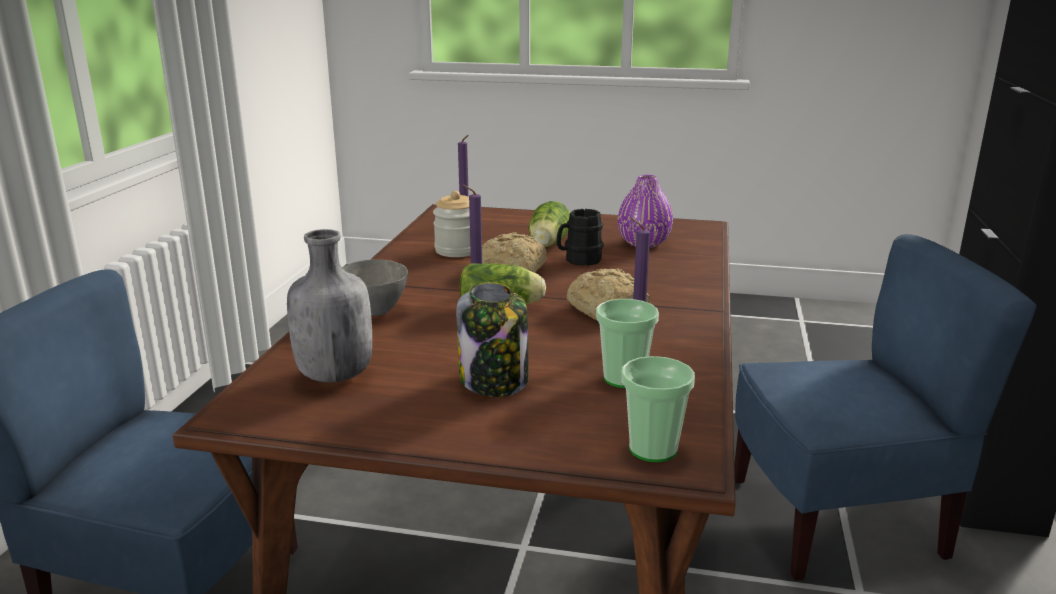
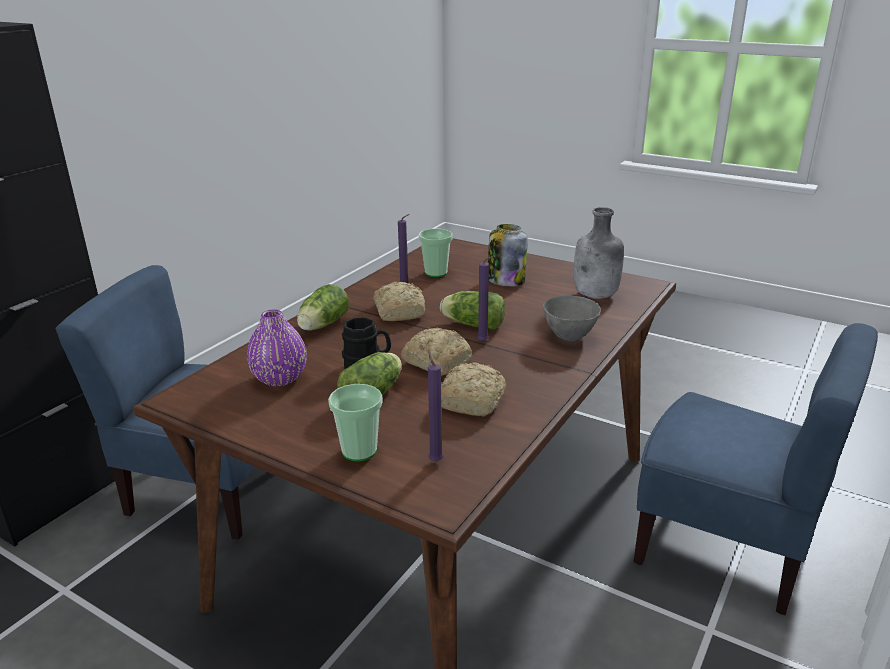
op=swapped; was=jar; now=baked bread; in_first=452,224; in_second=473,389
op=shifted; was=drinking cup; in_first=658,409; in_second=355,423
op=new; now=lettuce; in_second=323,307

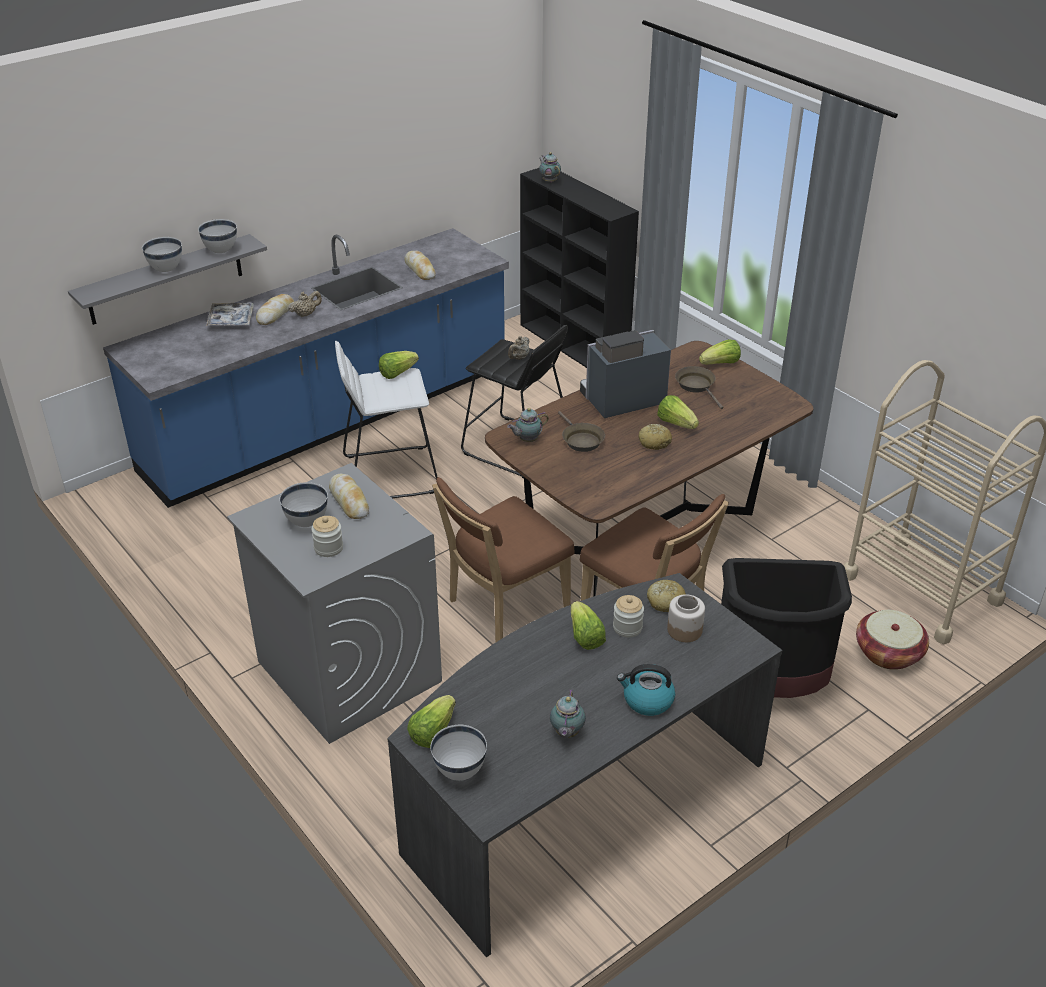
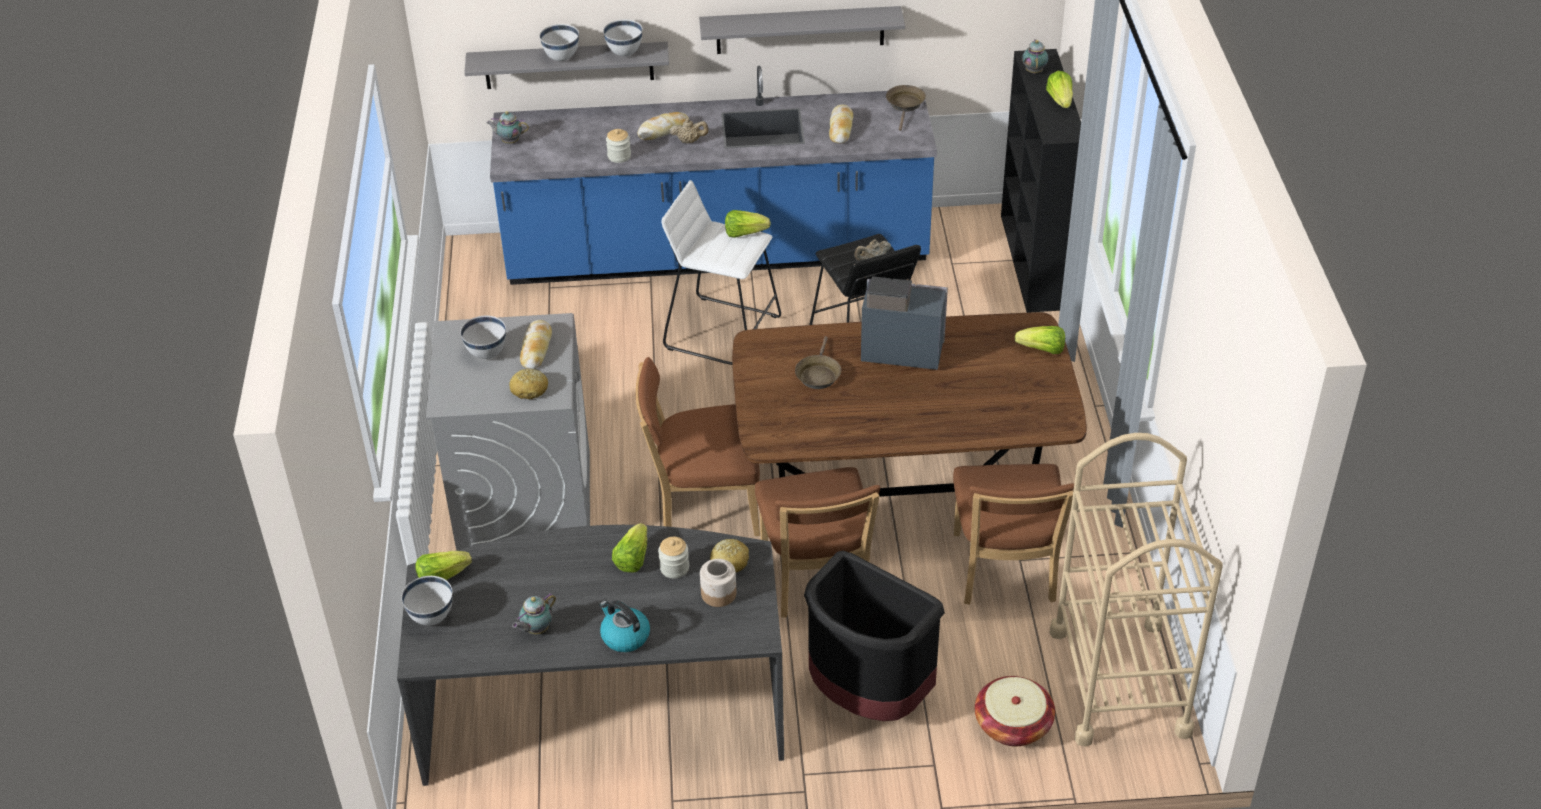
op=gone; was=serving tray; in_first=230,314
op=shifted; was=jar; in_first=327,536; in_second=618,146
op=shifted; was=teapot; in_first=528,425; in_second=508,127
op=shifted; was=baked bread; in_first=655,437; in_second=528,384
op=shifted; was=lettuce; in_first=678,412; in_second=1059,89
op=shifted; was=frying pan (brown); in_first=699,387; in_second=906,108
op=new; now=bracket shelf (grey); in_second=802,30
op=new; now=plain chair (brown); in_second=1013,534

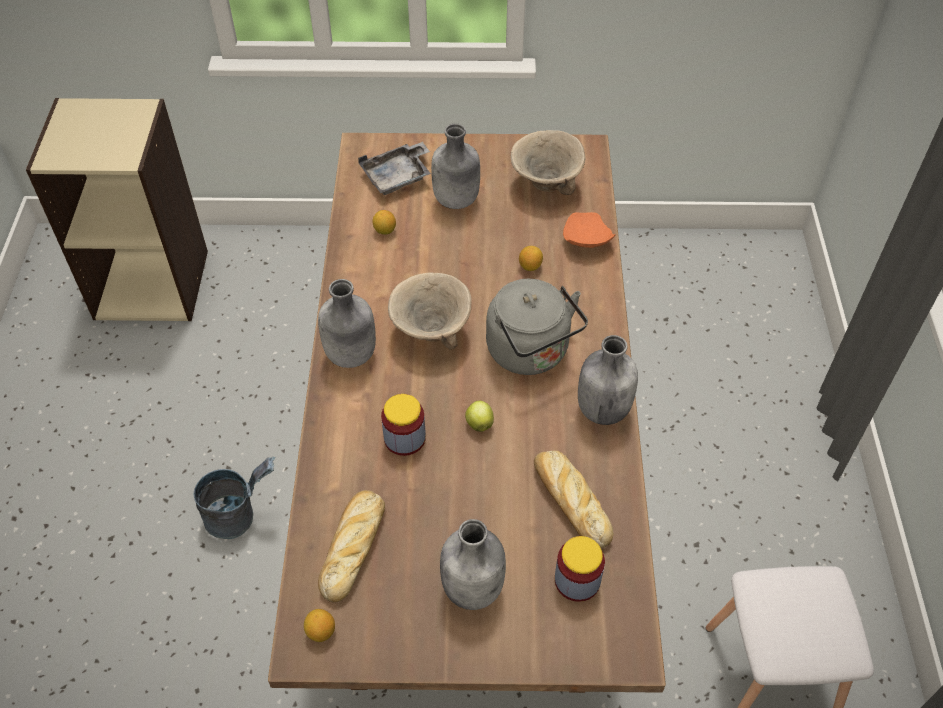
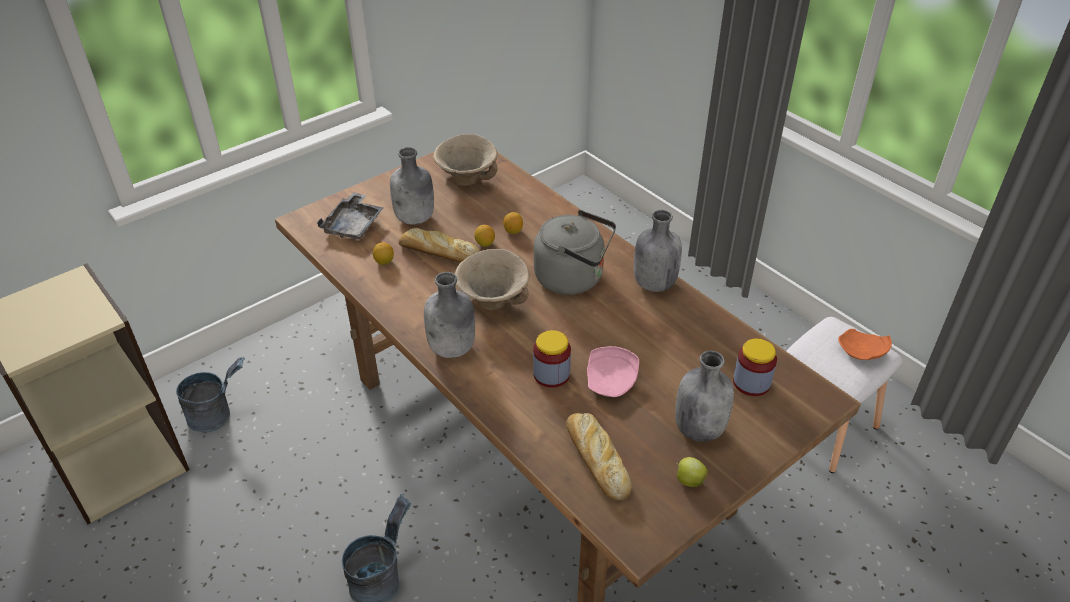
op=shifted; was=citrus fruit; in_first=319,625; in_second=484,236
op=shifted; was=whole apple; in_first=479,416; in_second=692,472
op=shifted; was=baked bread; in_first=573,499; in_second=439,245
op=shifted; was=plate (orange-coloured); in_first=589,230; in_second=865,344
op=new; now=pail (grey); in_second=210,395
op=new; now=plate (pinkish); in_second=613,371

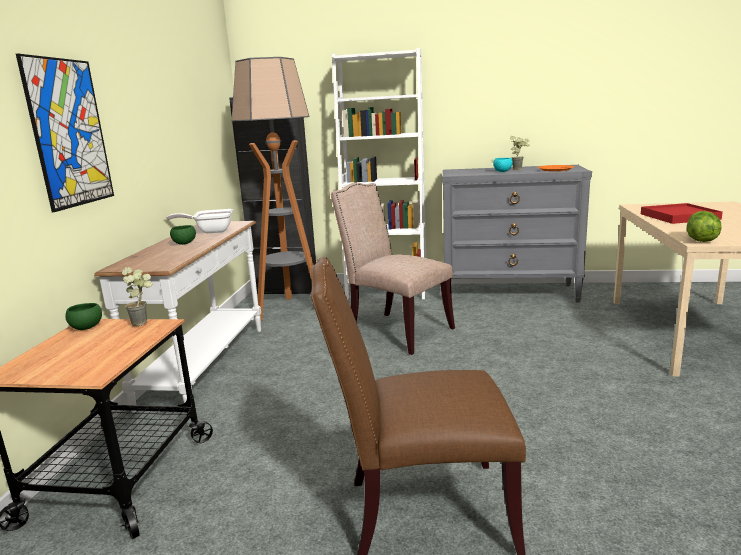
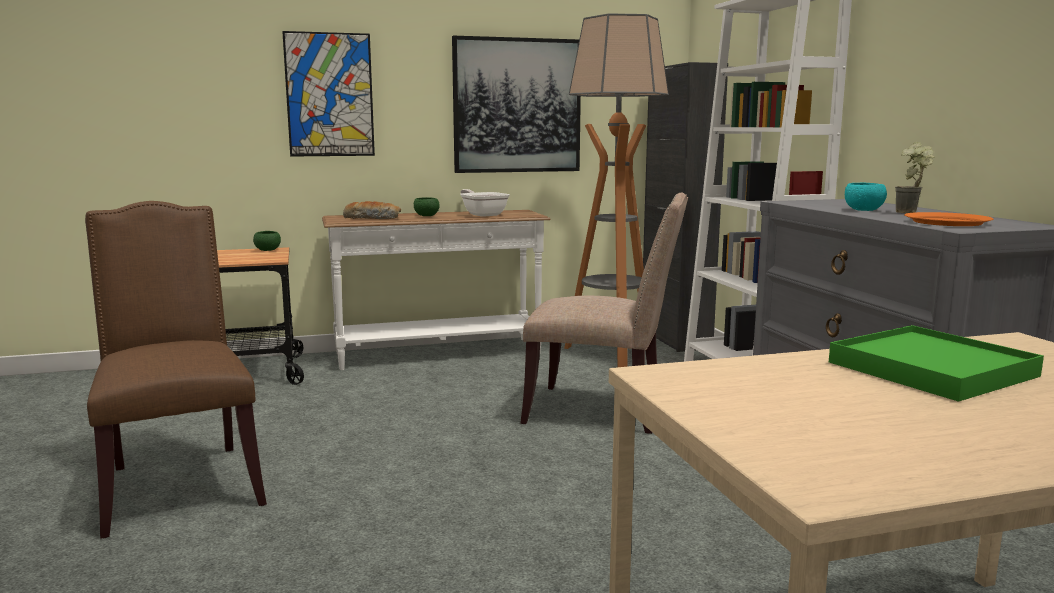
op=gone; was=houseplant; in_first=137,296
op=rotated; was=plain chair (sand-coloured); in_first=393,269; in_second=604,313; clockwise=90
op=repainted; was=serving tray (red); now=serving tray (green-coloured); in_first=682,213; in_second=936,363
op=gone; was=lettuce; in_first=704,226
op=new; now=baked bread; in_second=372,210
op=new; now=wall picture; in_second=516,104

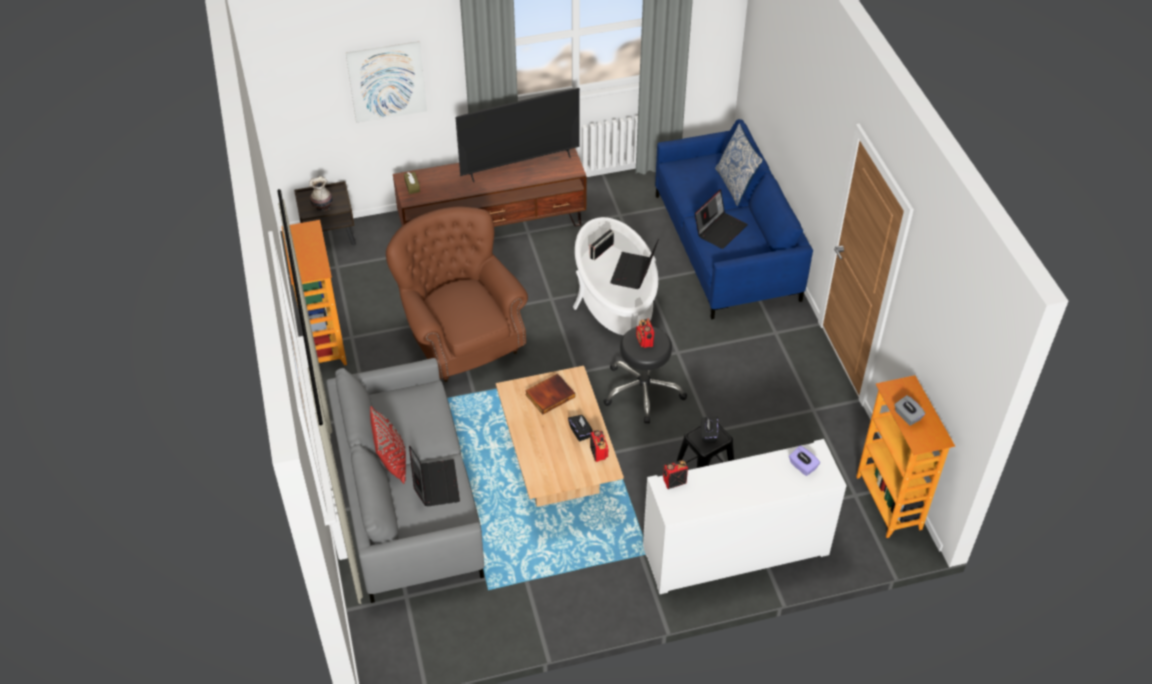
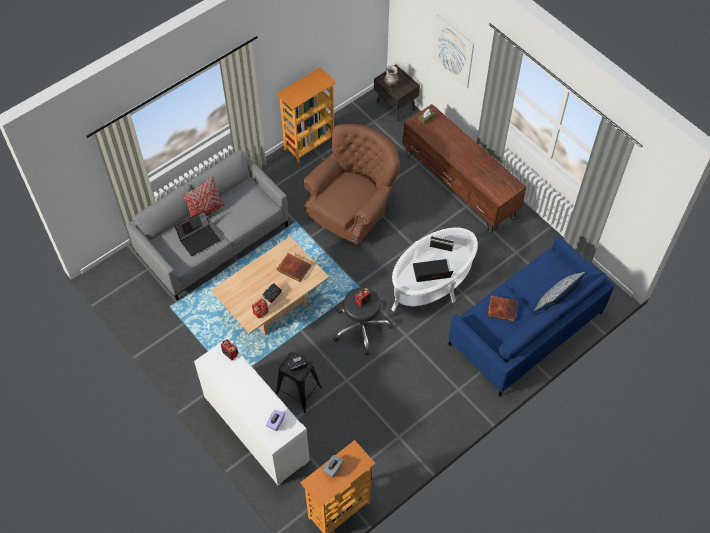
op=gone; was=TV set; in_first=518,135
op=swapped; was=laptop; now=book; in_first=721,219; in_second=502,308

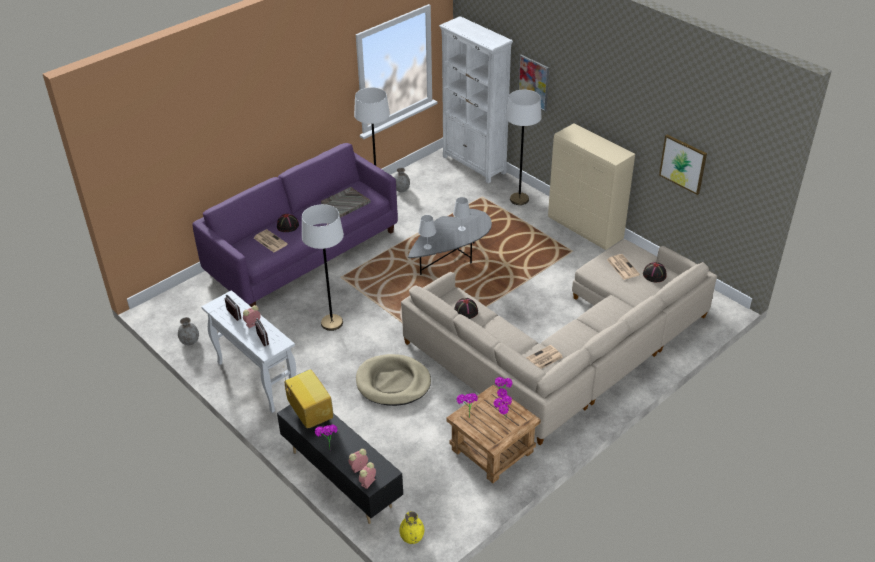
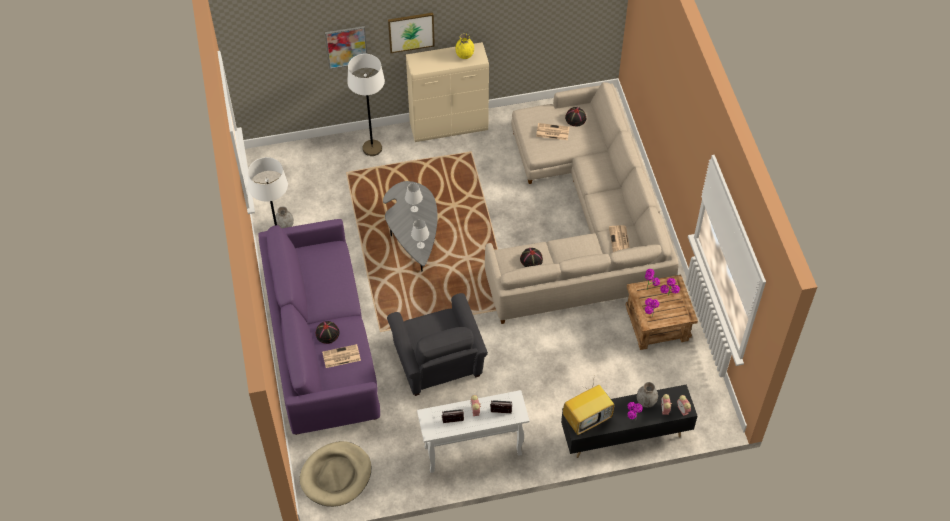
op=shifted; was=decorative vase (grey); in_first=188,331; in_second=647,395
op=rotated; was=TV set; in_first=308,399; in_second=588,404; clockwise=150
op=swapped; was=standing lamp (white); now=easy chair (grey); in_first=323,267; in_second=437,344
op=gone; was=serving tray (grey); in_first=346,202
op=shifted; was=dog cushion (sand-coloured); in_first=393,380; in_second=335,474
op=shifted; was=decorative vase (yellowish); in_first=411,527; in_second=464,46
op=gone; was=bookshelf (white); in_first=476,99
op=shifted; was=wall picture; in_first=683,165; in_second=411,33

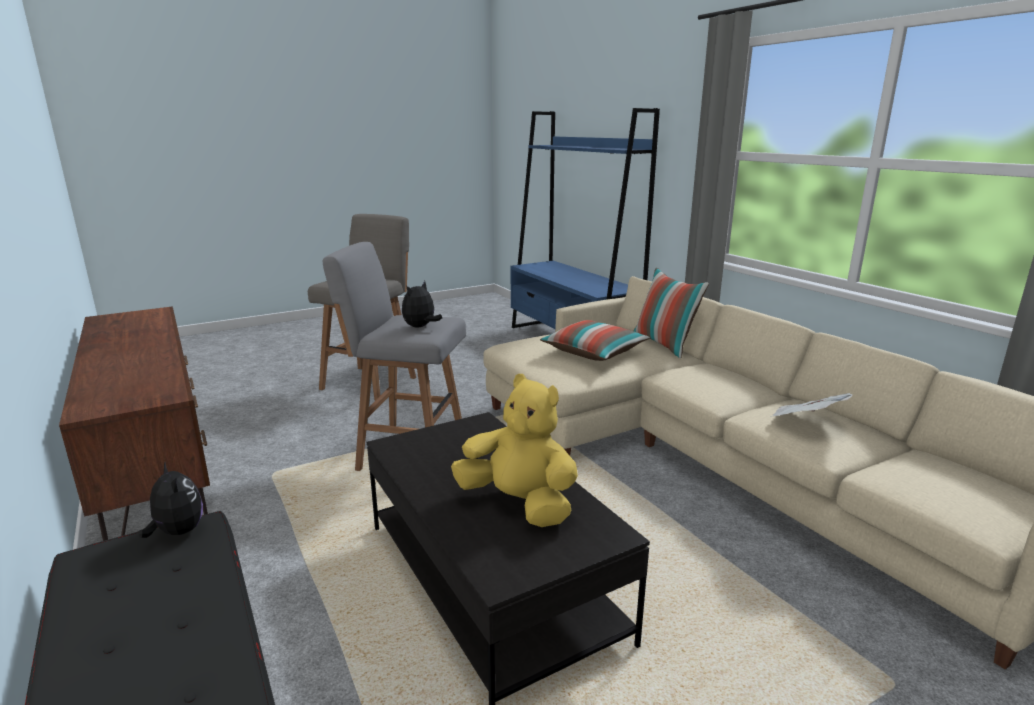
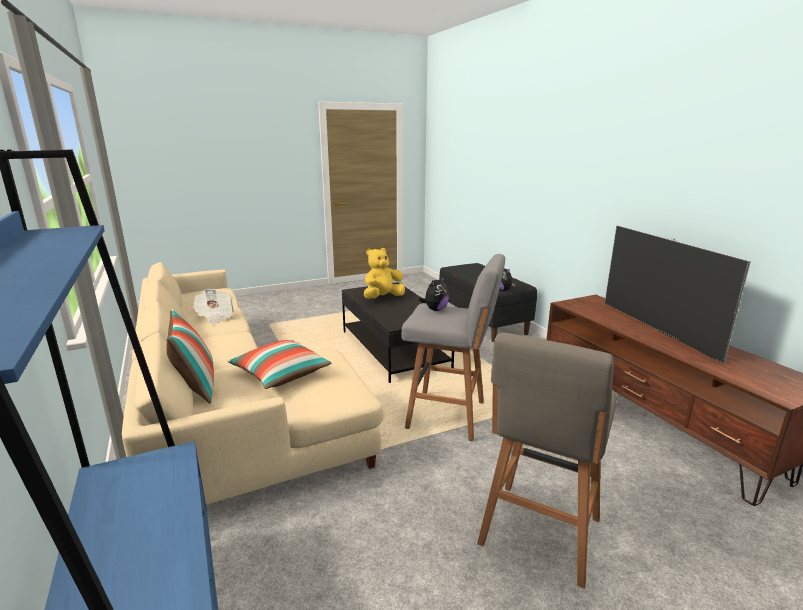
op=rotated; was=plush toy (yellowish); in_first=514,450; in_second=384,273; clockwise=105
op=new; now=TV set; in_second=678,294

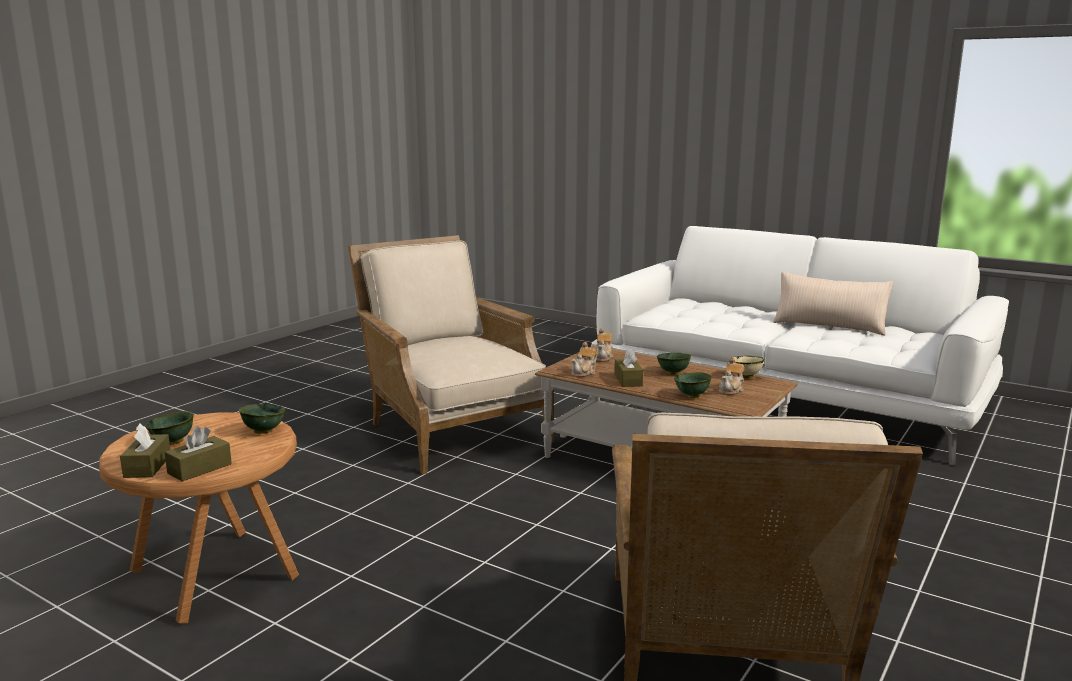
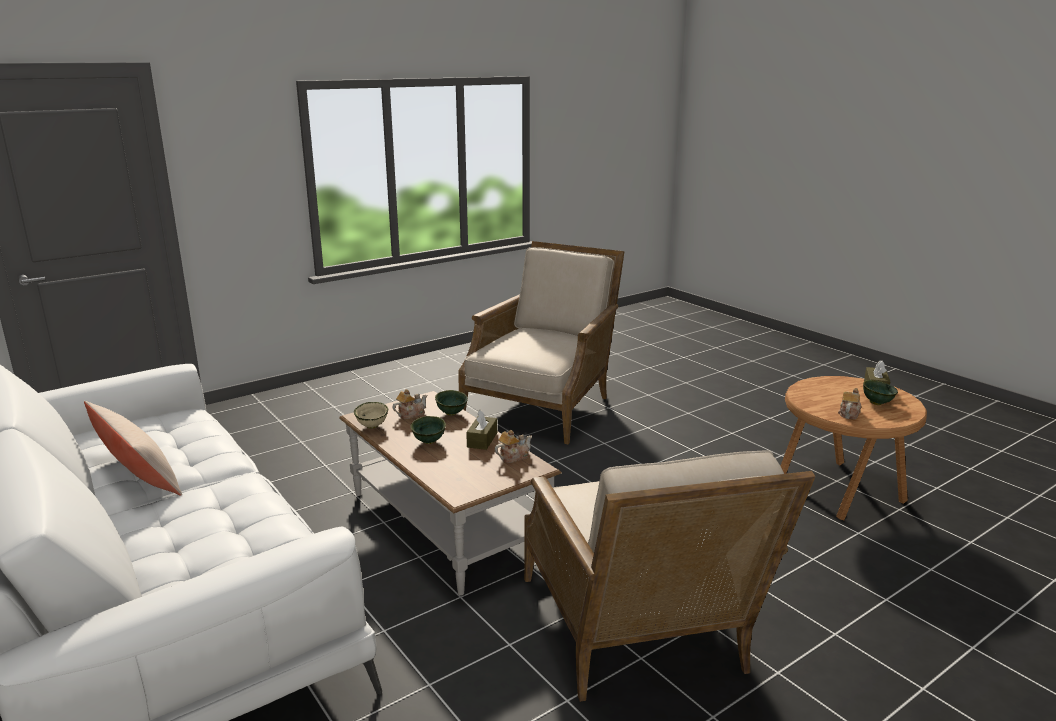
op=gone; was=box of tissues (brown); in_first=198,454
op=gone; was=serving bowl (green-coloured); in_first=262,419
op=shifted; was=teapot; in_first=604,345; in_second=849,404

